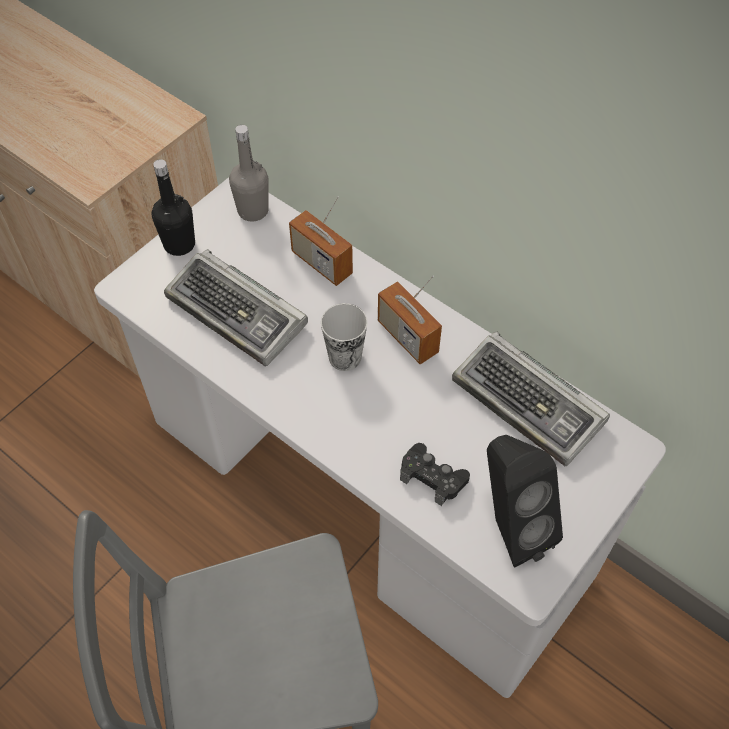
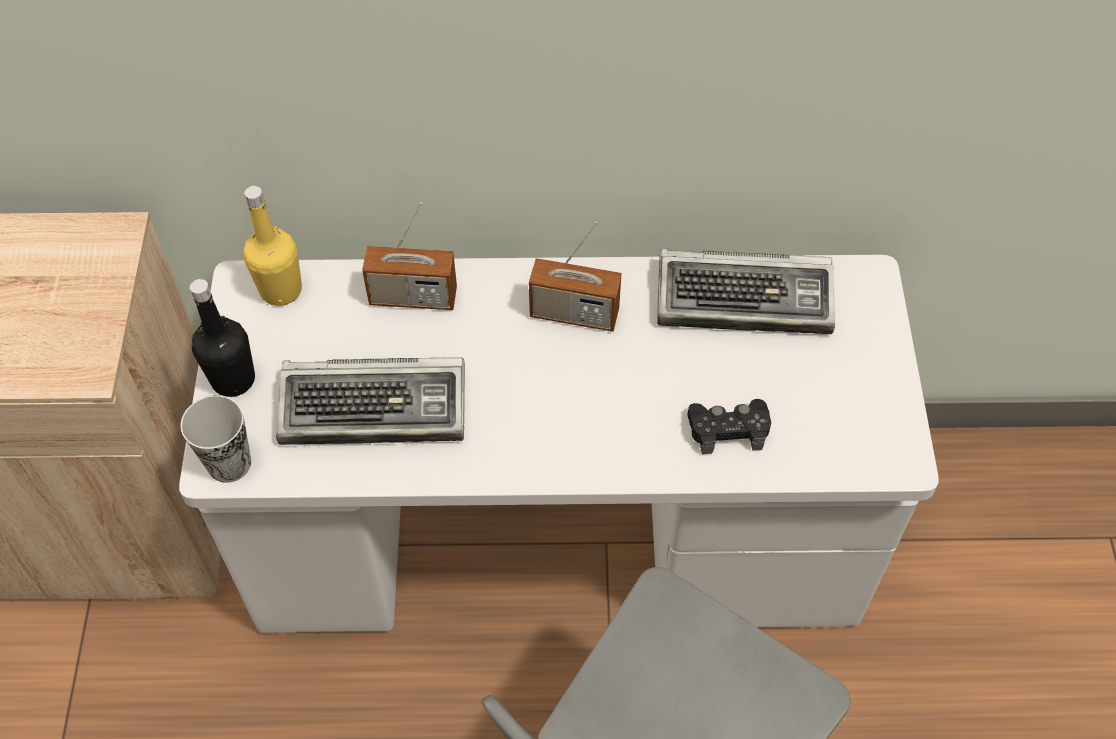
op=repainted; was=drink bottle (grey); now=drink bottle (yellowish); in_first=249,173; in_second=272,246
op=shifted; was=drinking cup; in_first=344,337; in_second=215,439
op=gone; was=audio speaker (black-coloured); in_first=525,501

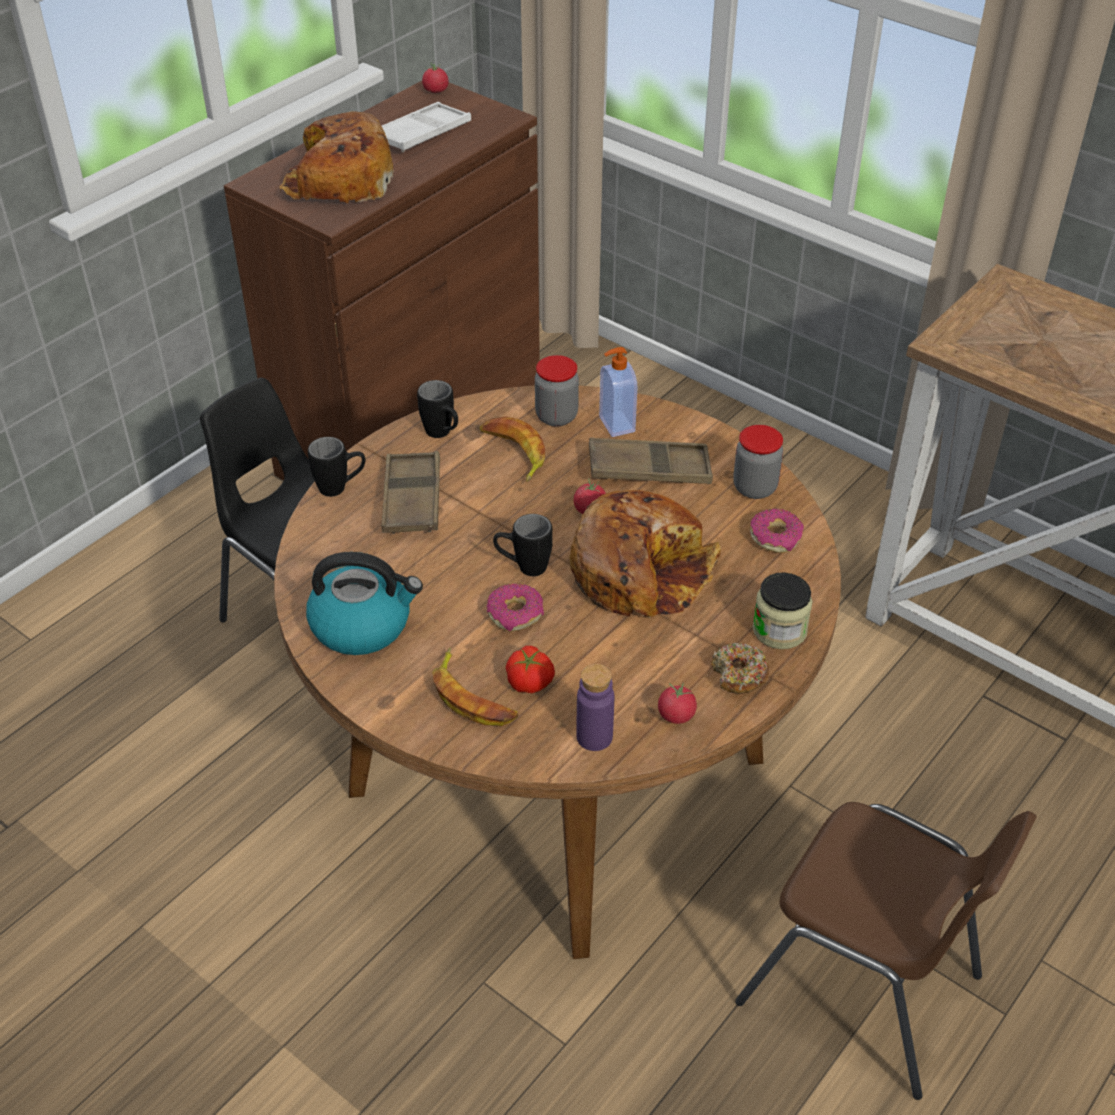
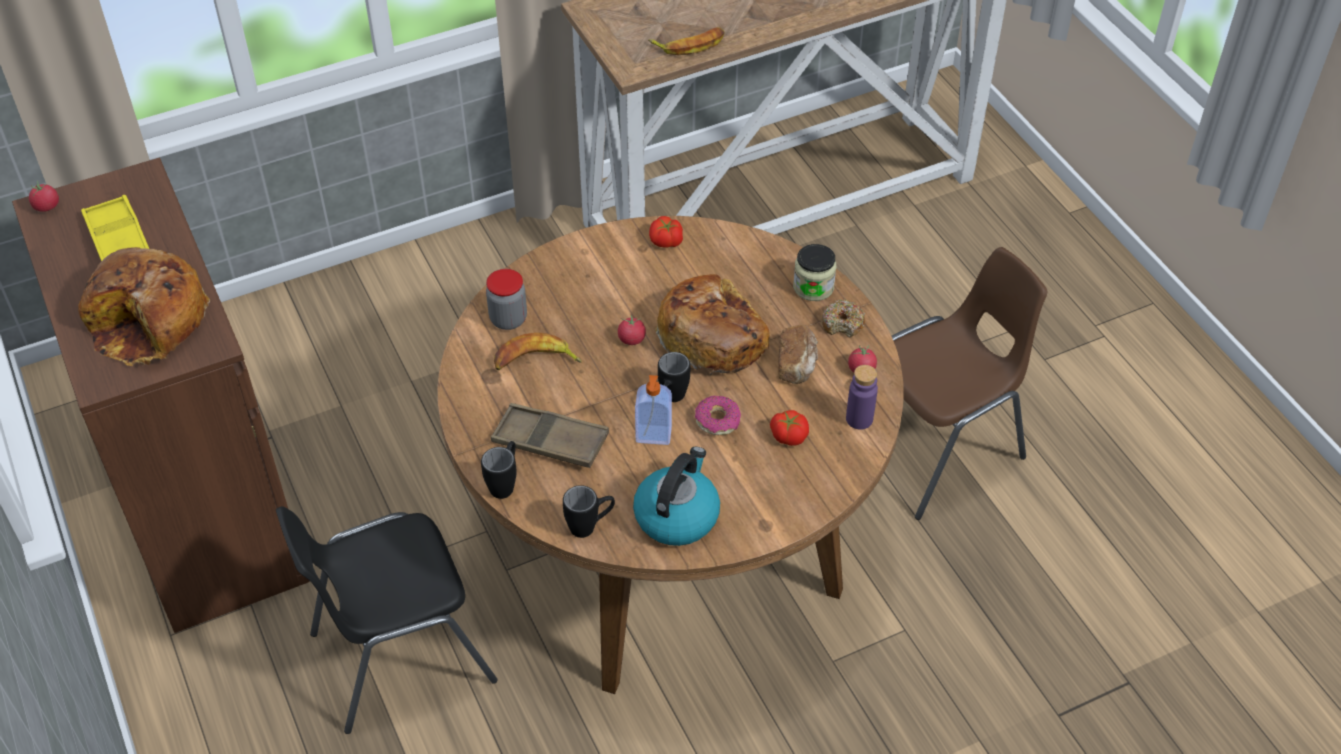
op=repainted; was=serving tray (white); now=serving tray (yellowish); in_first=426,127; in_second=115,228
op=shifted; was=mug (black-coloured); in_first=437,409; in_second=589,511
op=shifted; was=banana fruit; in_first=475,687; in_second=686,41
op=gone; was=serving tray (brown); in_first=651,460
op=shifted; was=soap dispenser; in_first=618,392; in_second=653,410
op=swapped; was=jar; now=fresh tomato; in_first=758,462; in_second=666,232
op=gone; was=doughnut; in_first=777,530
op=new; now=baked bread; in_second=798,354

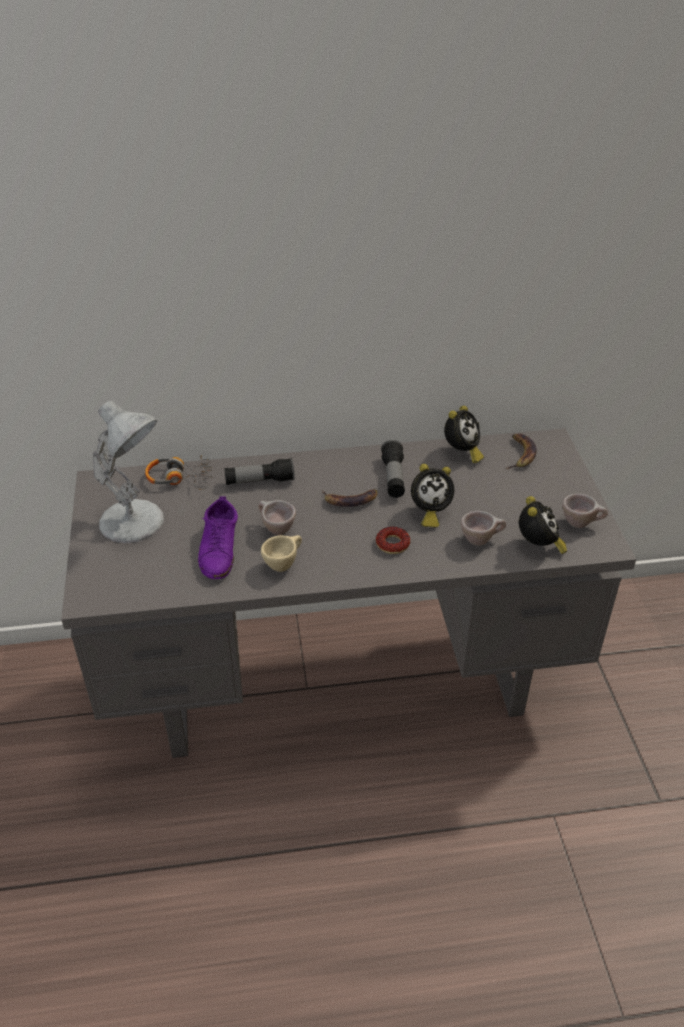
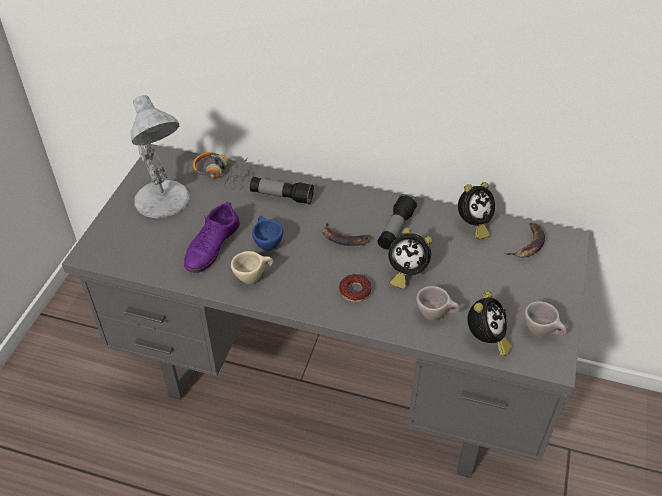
op=repainted; was=drinking cup (sand-coloured); now=drinking cup (blue); in_first=277,517; in_second=267,233

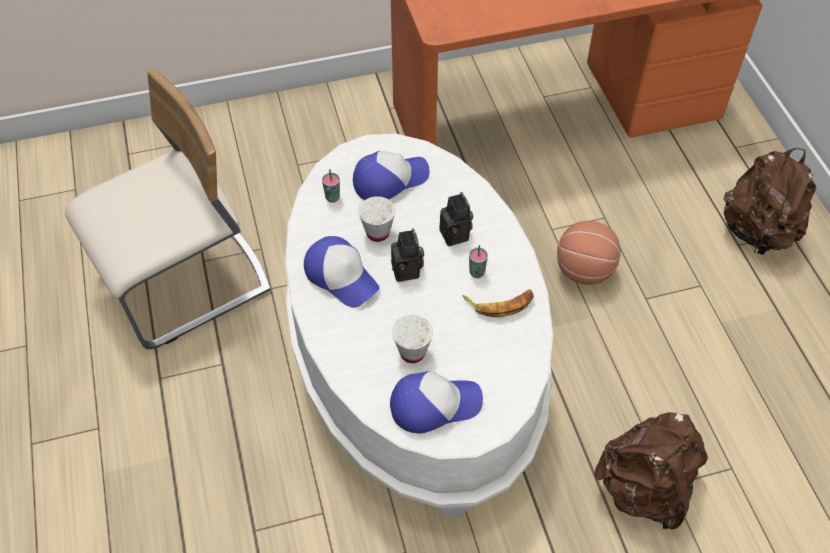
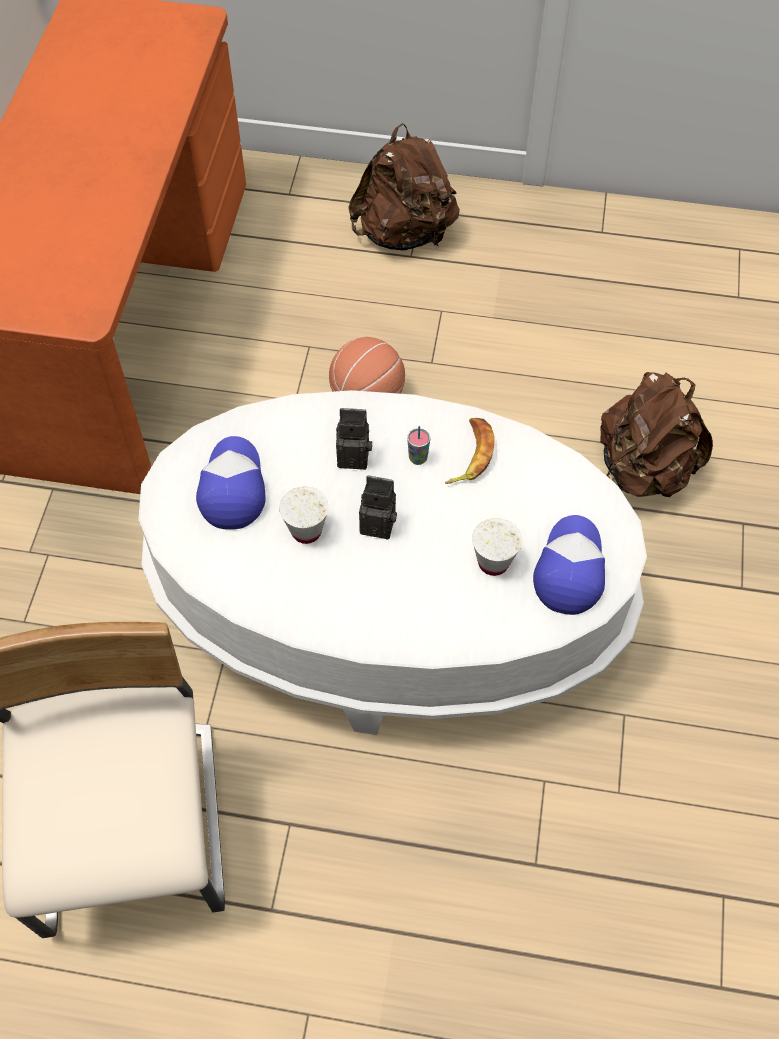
op=gone; was=peaked cap; in_first=342,271
op=gone; was=drinking cup; in_first=331,186

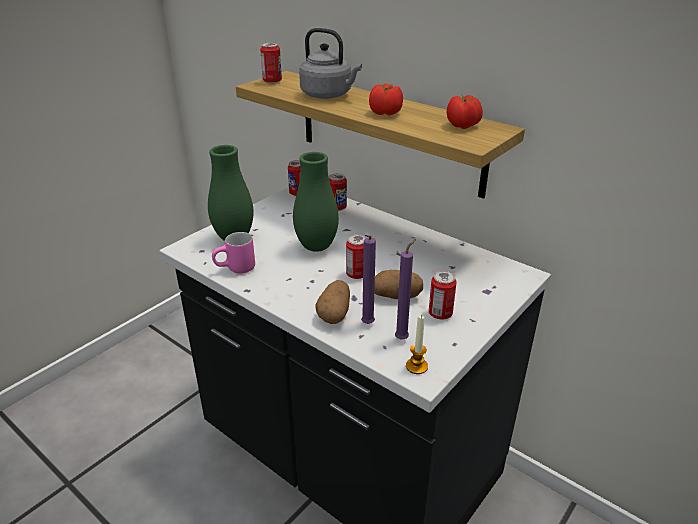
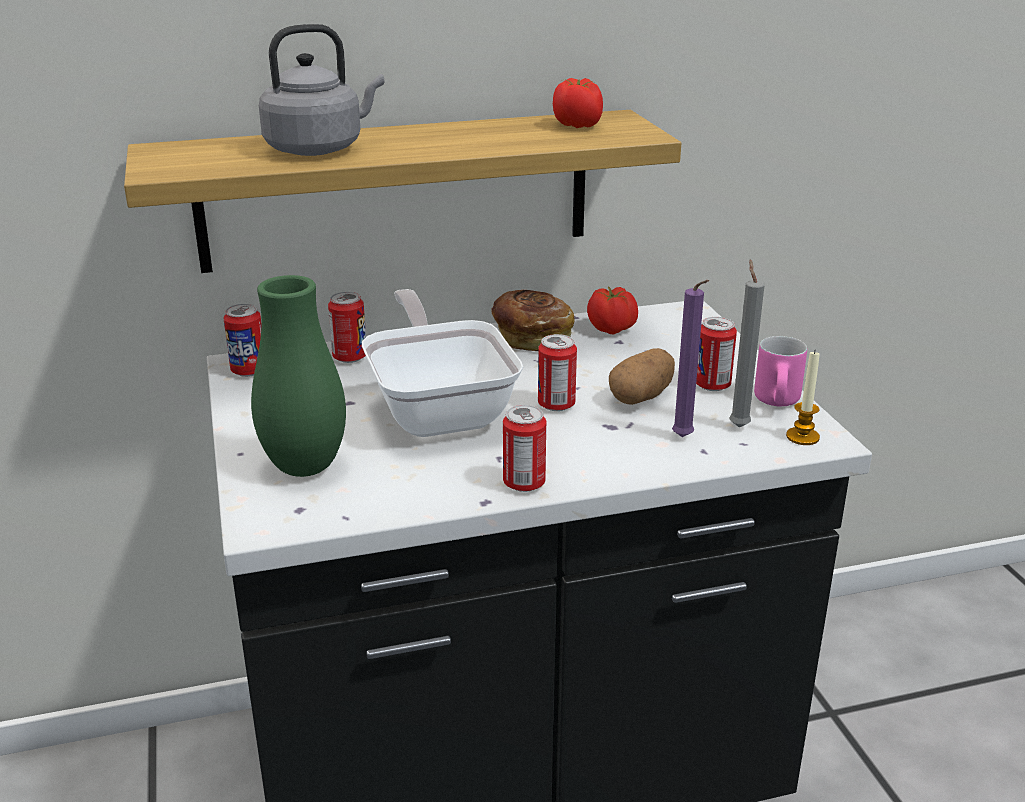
op=shifted; was=mug (pinkish); in_first=233,252; in_second=780,371
op=shifted; was=can; in_first=271,63; in_second=524,448
op=swapped; was=decorative vase (green-coloured); now=frying pan; in_first=316,202; in_second=442,363
op=gone; was=spud; in_first=332,302
op=shifted; was=fresh tomato; in_first=386,99; in_second=612,310
op=repainted; was=candle (purple-coloured); now=candle (grey); in_first=405,289; in_second=747,343
op=new; now=baked bread; in_second=533,320

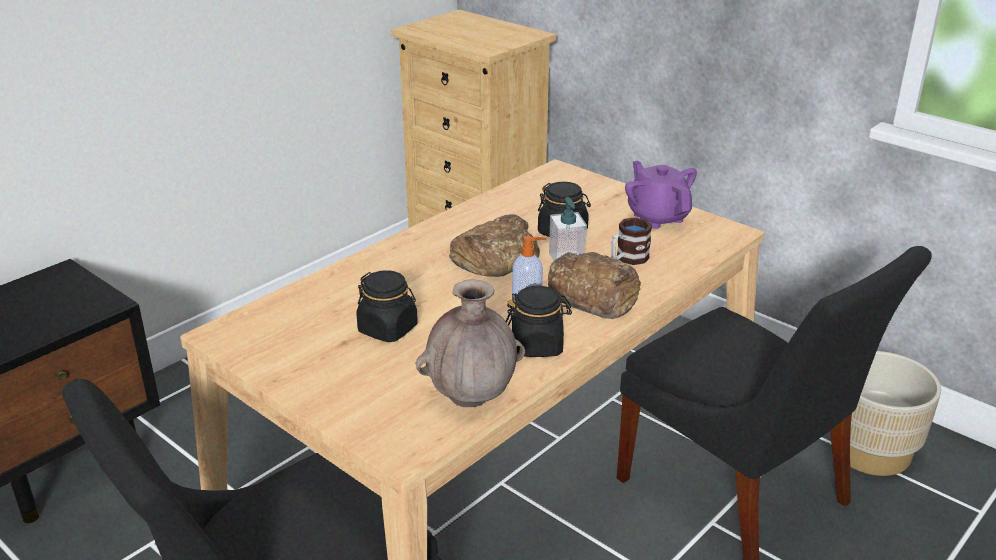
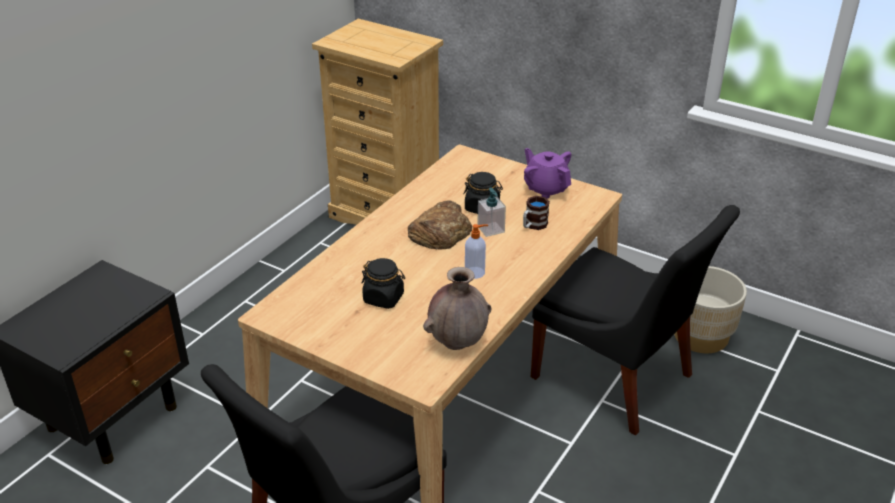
op=gone; was=jar (black-coloured); in_first=539,321
op=gone; was=baked bread; in_first=594,285

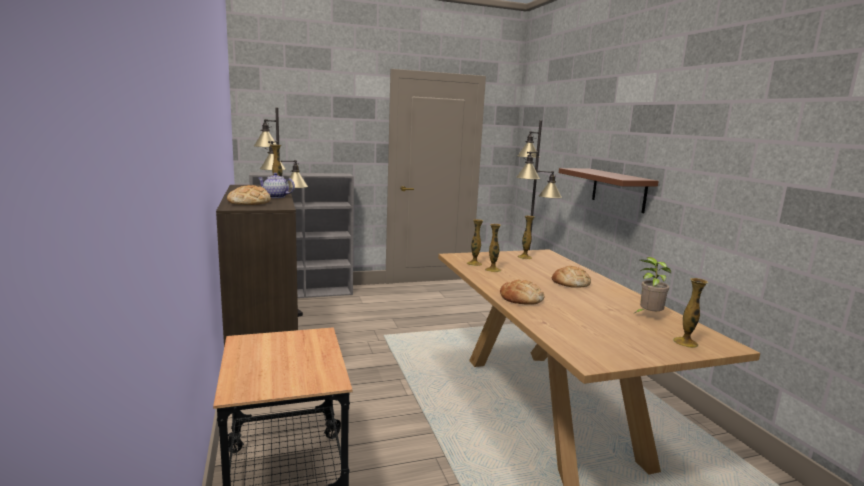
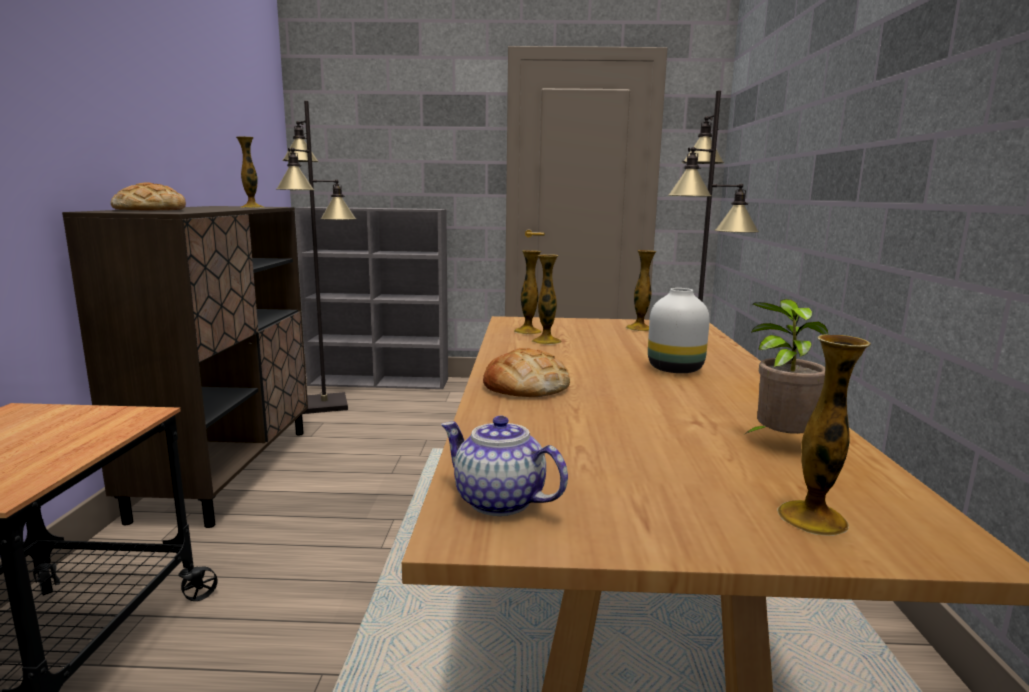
op=shifted; was=teapot; in_first=276,185; in_second=504,466
op=swapped; was=baked bread; now=decorative vase (white); in_first=571,277; in_second=679,330
op=gone; was=bracket shelf (brown); in_first=609,190

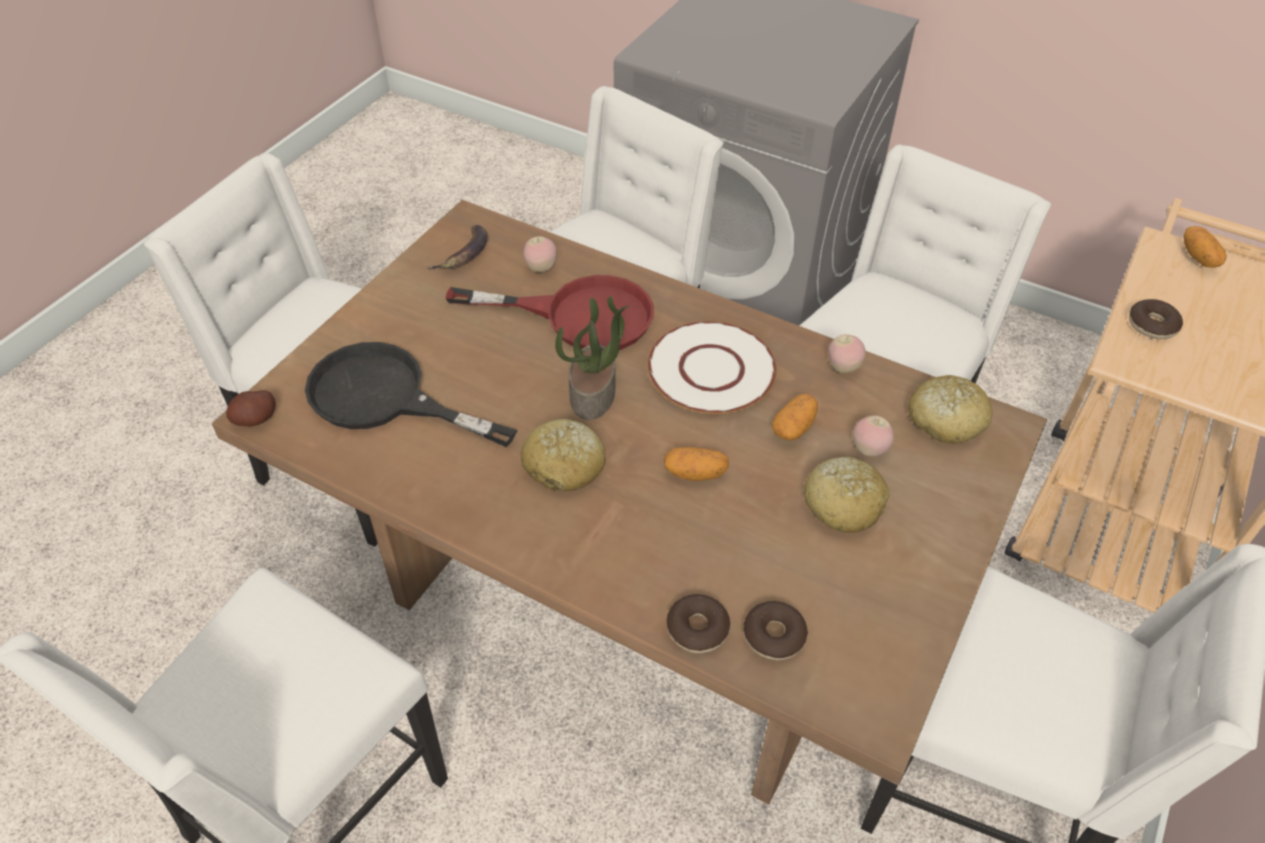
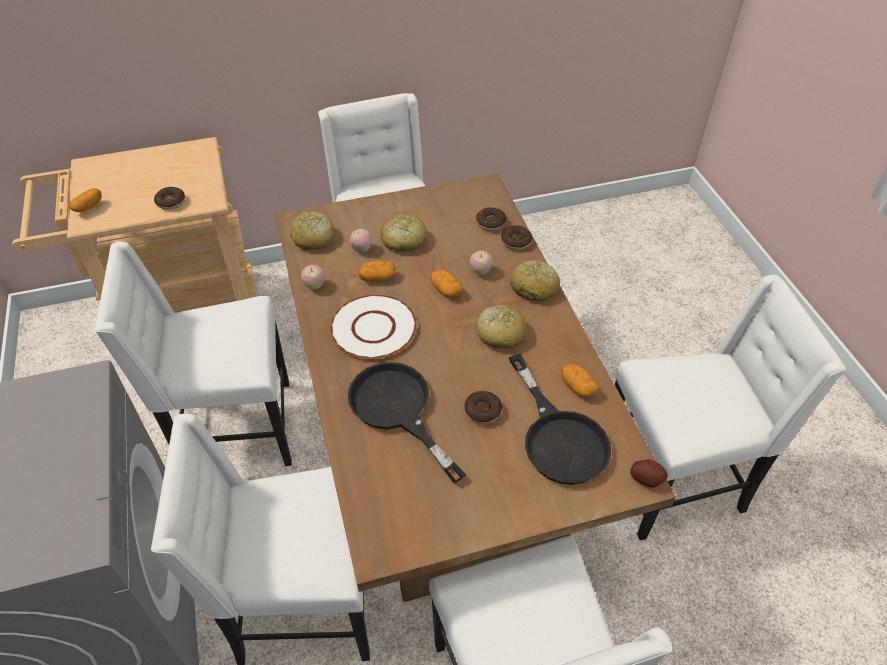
op=gone; was=banana fruit; in_first=458,247
op=repainted; was=frying pan (red); now=frying pan (black-coloured); in_first=549,312; in_second=407,423
op=shifted; was=whole apple; in_first=540,254; in_second=481,263
op=gone; was=houseplant; in_first=593,358
op=new; now=doughnut; in_second=483,407
op=new; now=baked bread; in_second=535,280
op=new; now=spud; in_second=579,380

